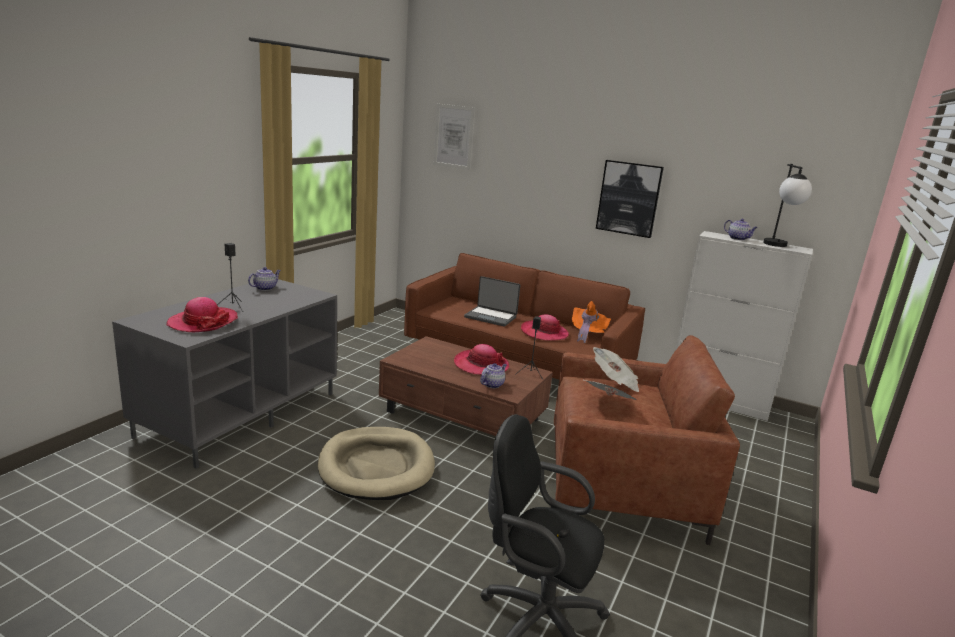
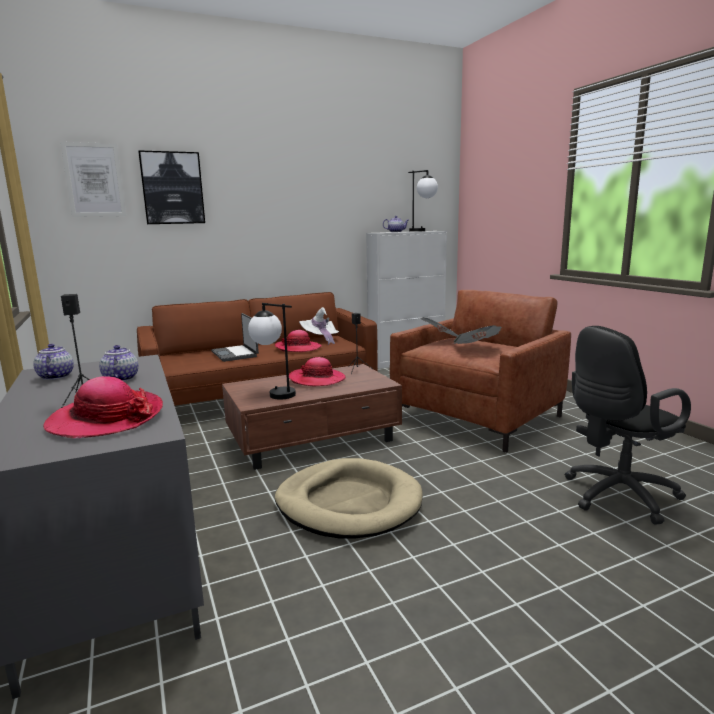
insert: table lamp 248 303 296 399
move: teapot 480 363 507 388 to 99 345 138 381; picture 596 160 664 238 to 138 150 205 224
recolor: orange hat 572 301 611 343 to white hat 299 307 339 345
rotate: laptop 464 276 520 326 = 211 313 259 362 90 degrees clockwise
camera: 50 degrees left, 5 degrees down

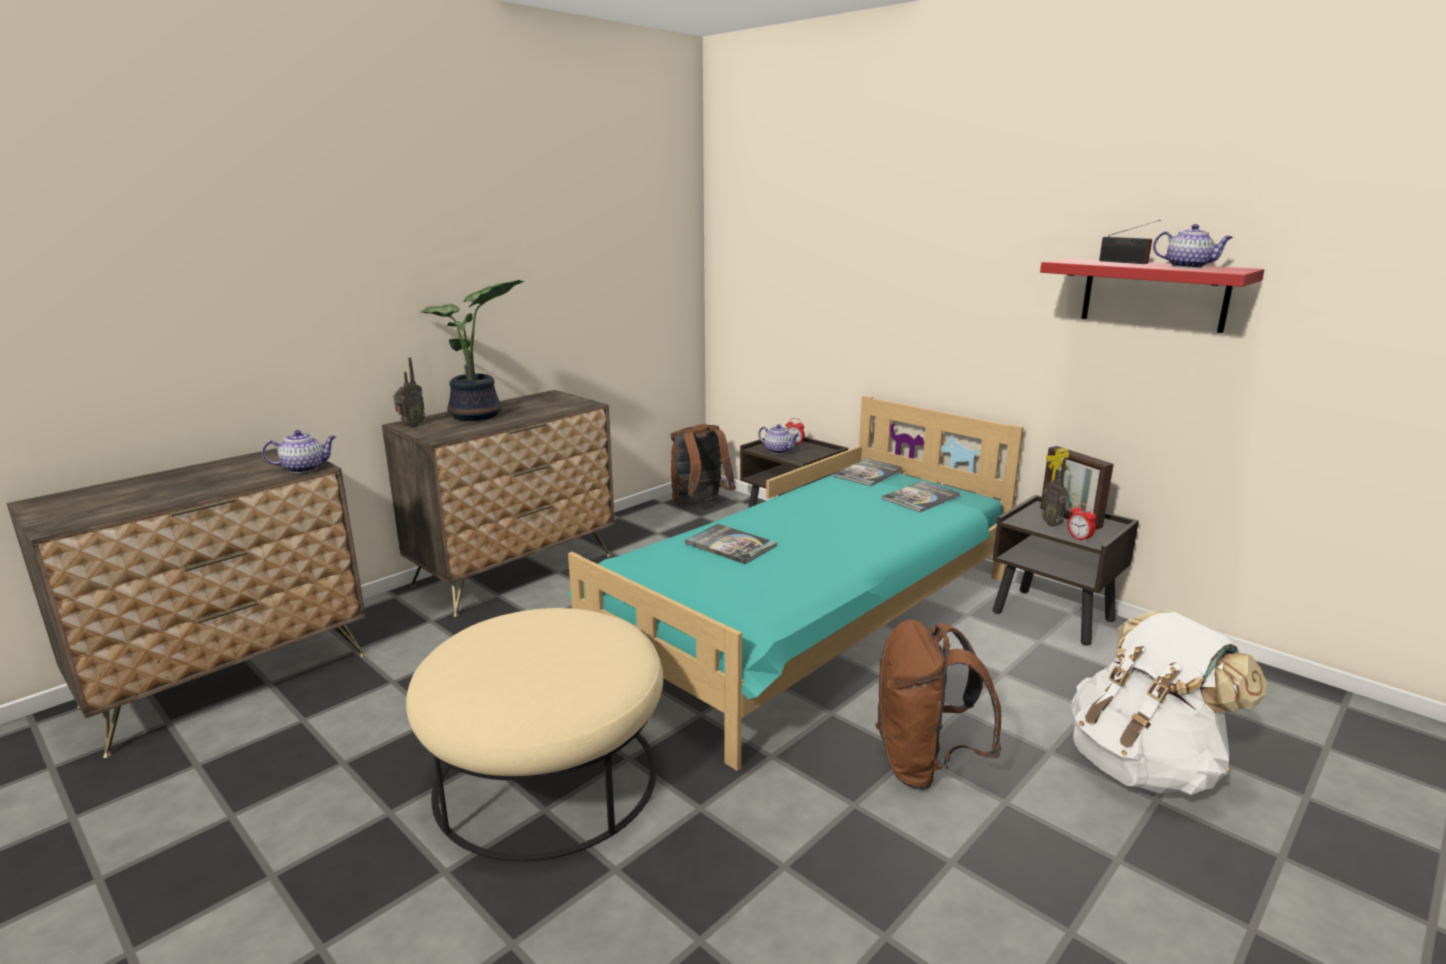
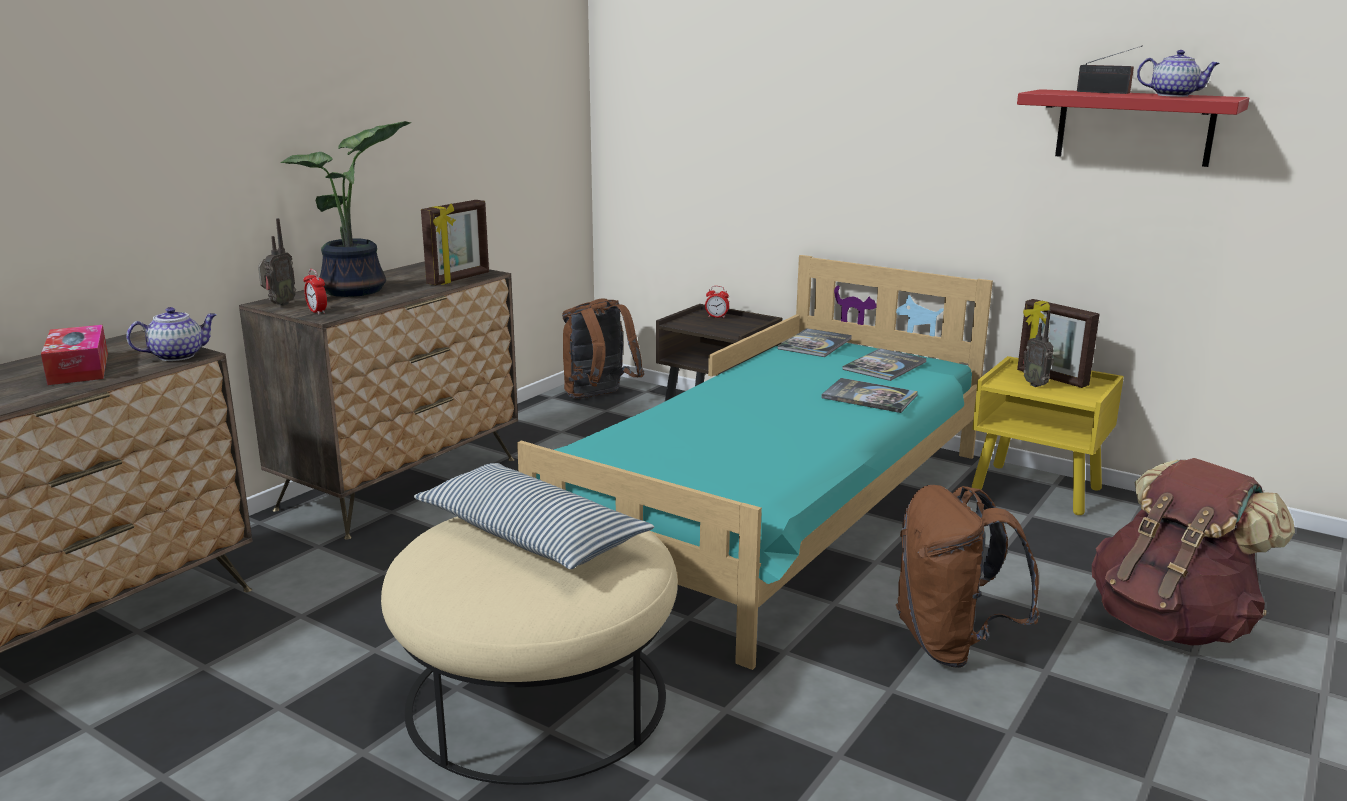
delete: teapot 758 424 799 454
insert: tissue box 41 325 108 385; pillow 414 463 654 570; picture frame 421 200 489 285
move: book 685 524 777 564 to 821 378 918 413; alarm clock 1067 503 1096 542 to 303 269 327 315
recolor: brown nightstand 993 495 1139 646 to yellow nightstand 972 356 1124 515; white backpack 1072 611 1267 795 to brown backpack 1092 458 1295 646
camera: 10 degrees left, 0 degrees up

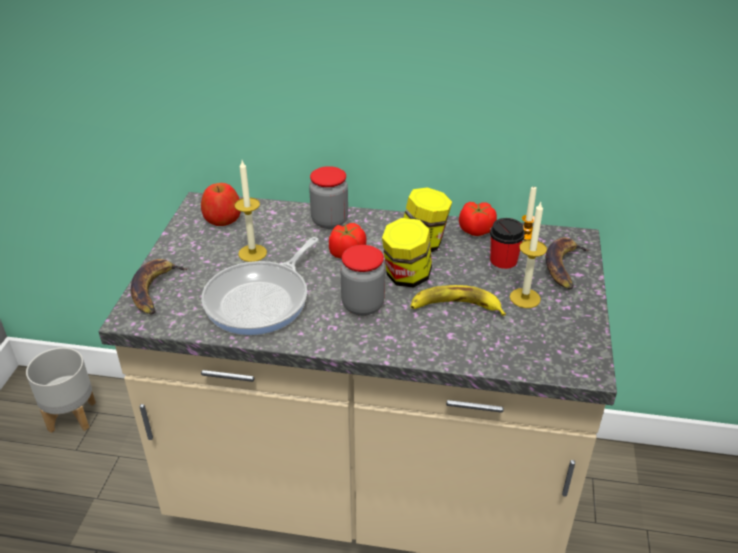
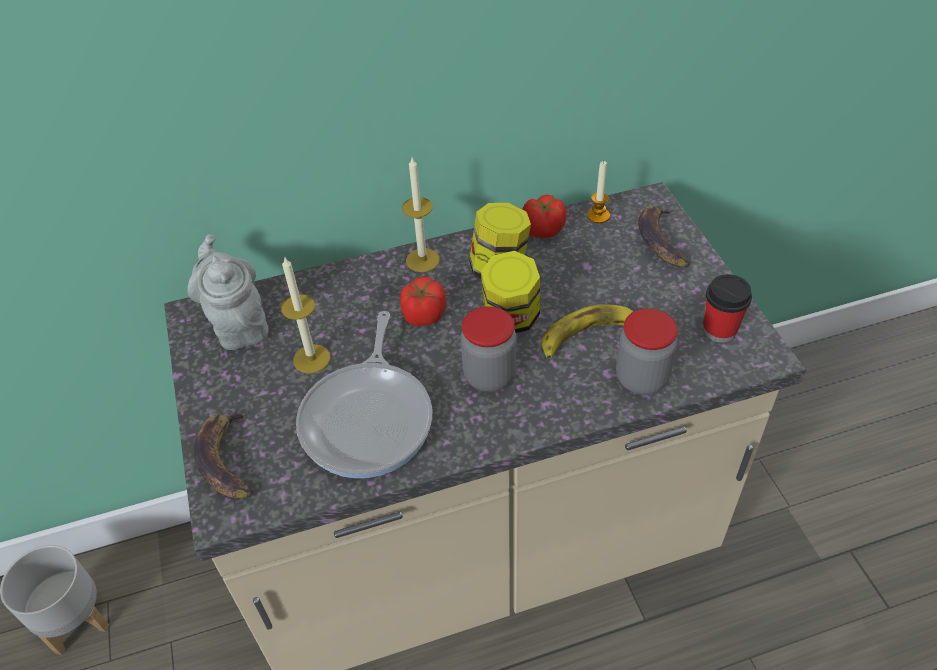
move: jar 309 166 348 229 to 616 308 678 395; cup 490 218 525 273 to 703 274 752 343; candle 510 201 547 308 to 402 158 440 272
replace: apple 201 183 241 226 to grey teapot 187 234 269 350
camera: 25 degrees left, 10 degrees up

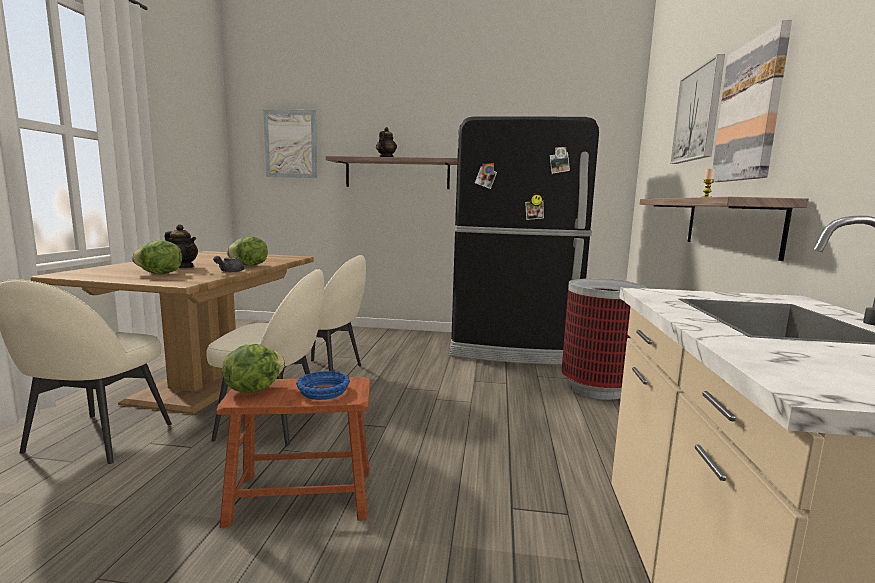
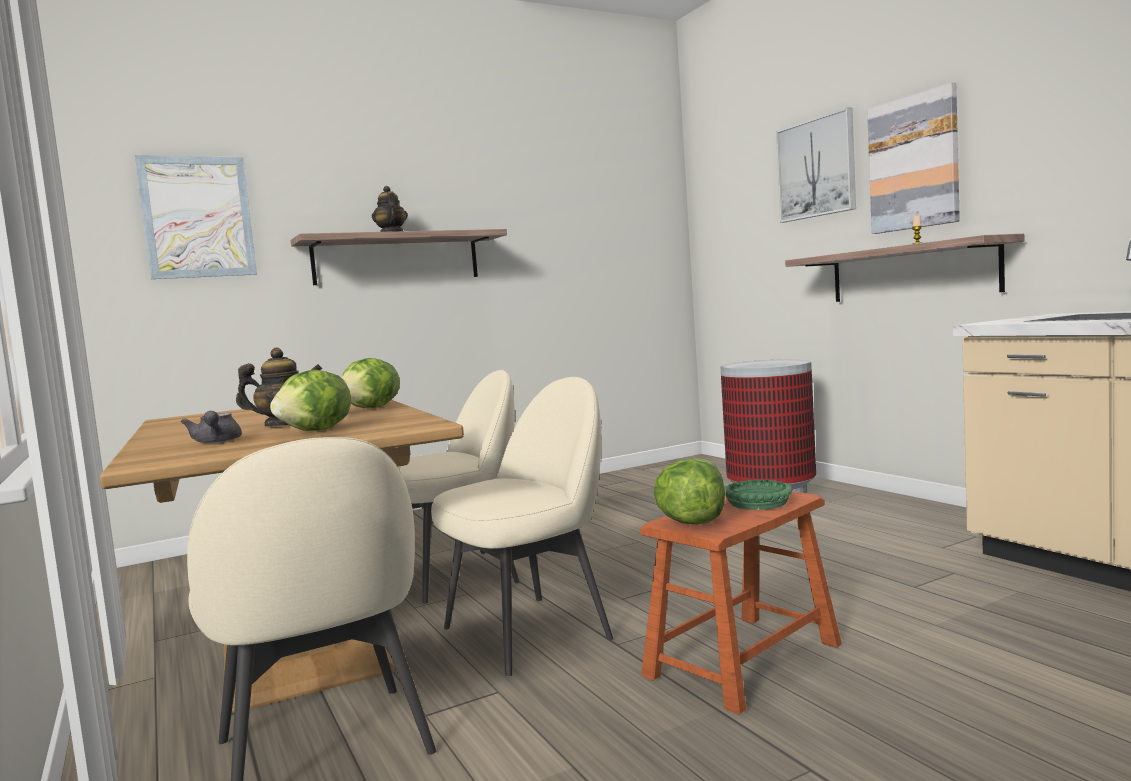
delete: black fridge 450 116 599 365
move: grey teapot 213 256 244 272 to 181 411 242 443
recolor: blue bowl 296 371 350 400 to green bowl 724 480 793 510
camera: 35 degrees left, 5 degrees down

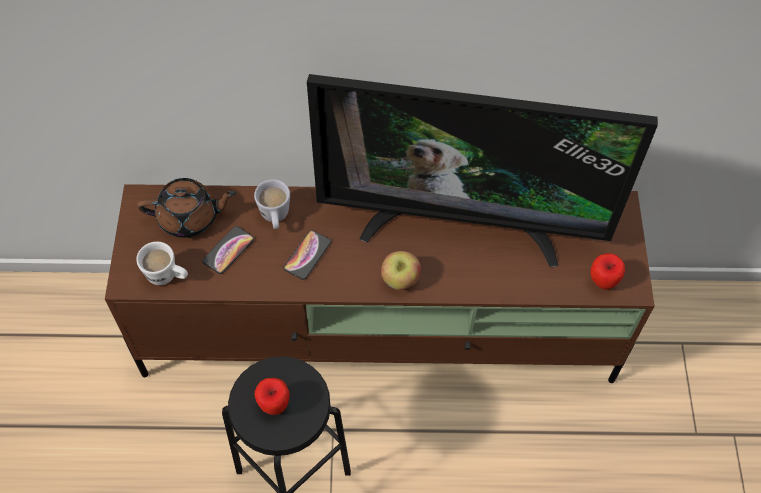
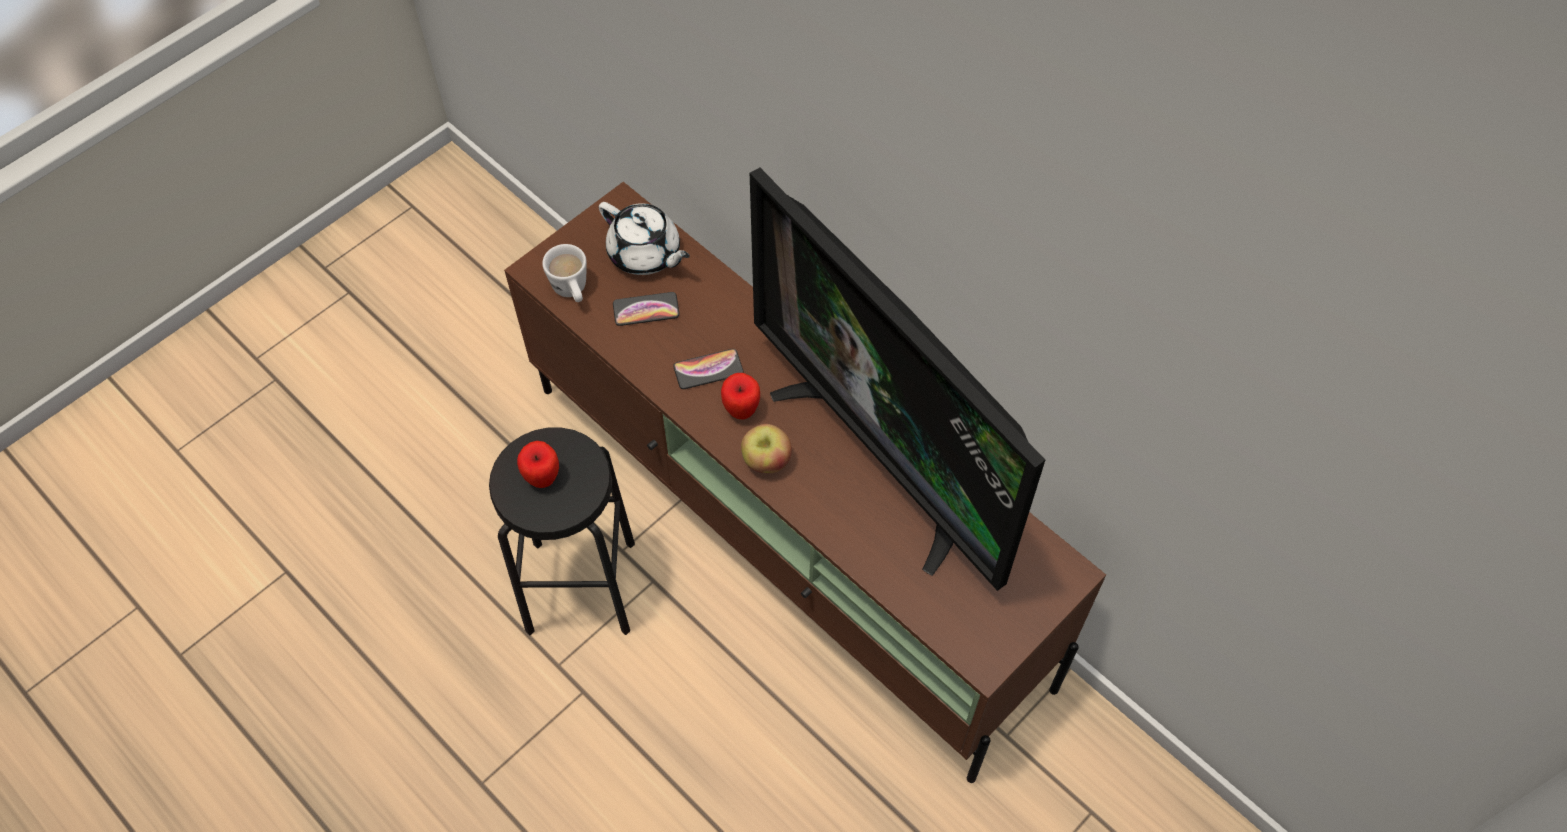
delete: white mug 254 179 290 229
move: apple 590 253 625 290 to 721 373 760 420
recolor: brown teapot 137 178 236 238 to white teapot 599 202 690 275
camera: 45 degrees right, 0 degrees up

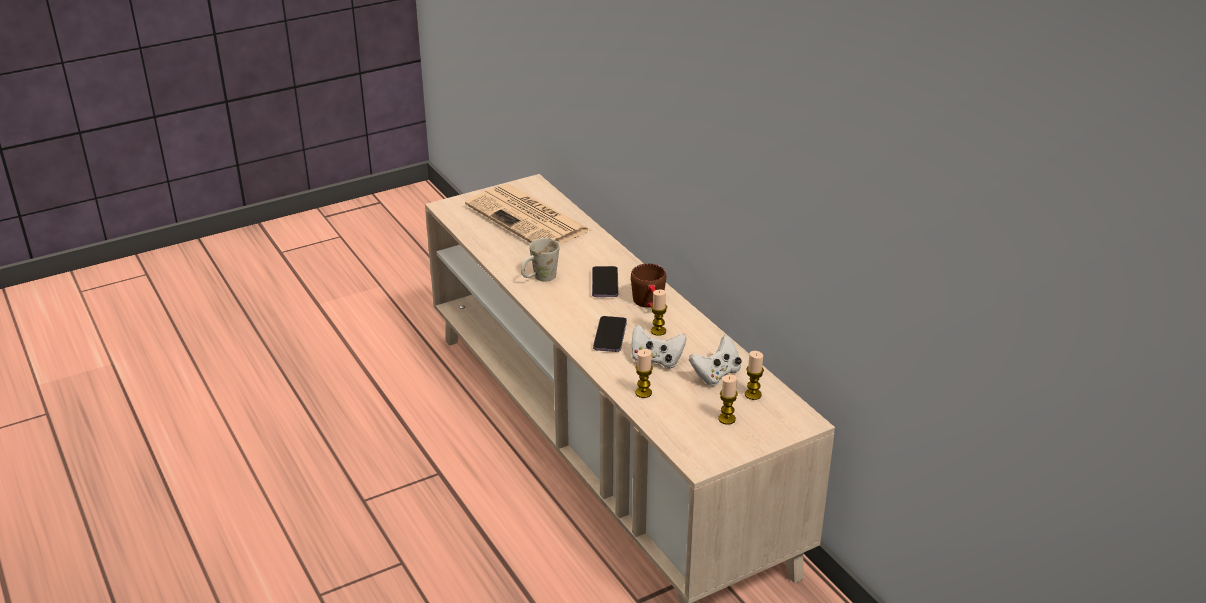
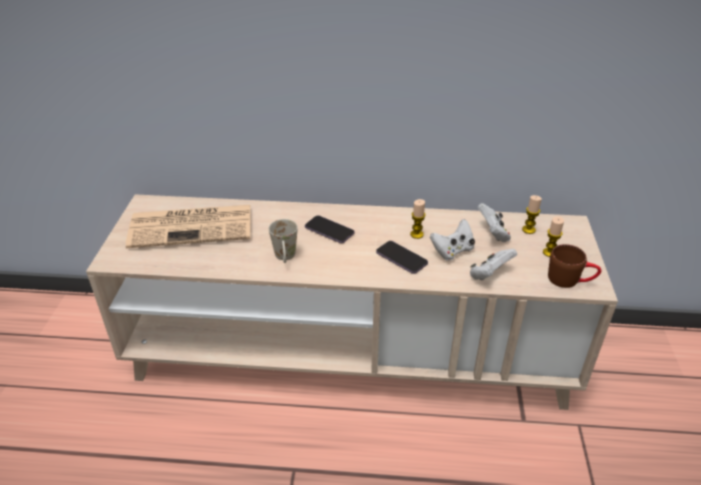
move: brown mug 631 264 666 308 to 548 244 602 288
replace: candle 635 349 653 398 to white game controller 470 249 517 281
camera: 55 degrees left, 5 degrees up

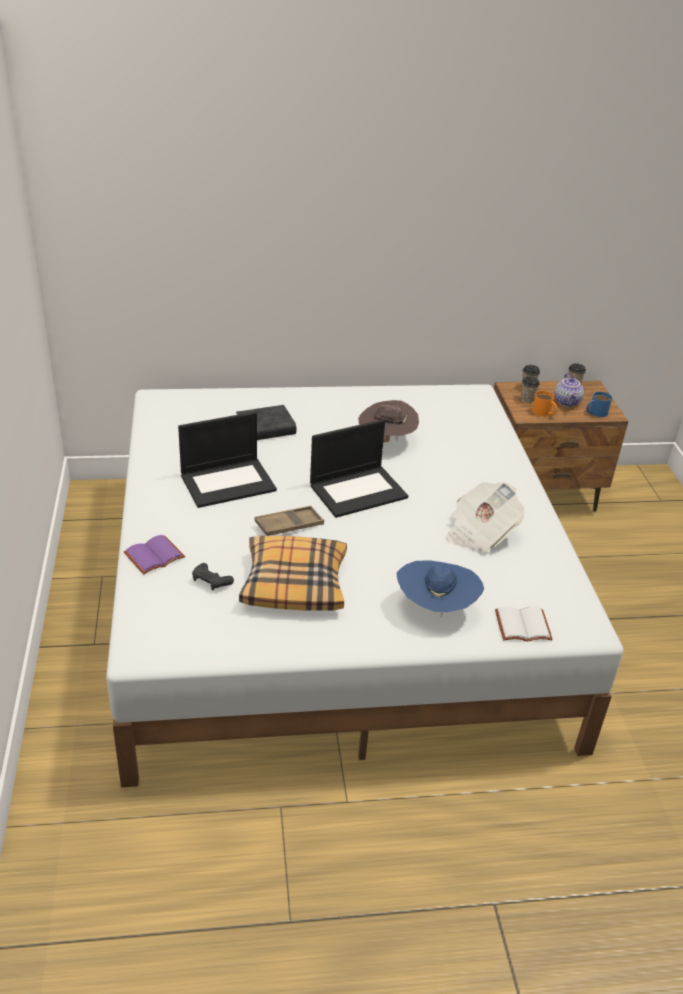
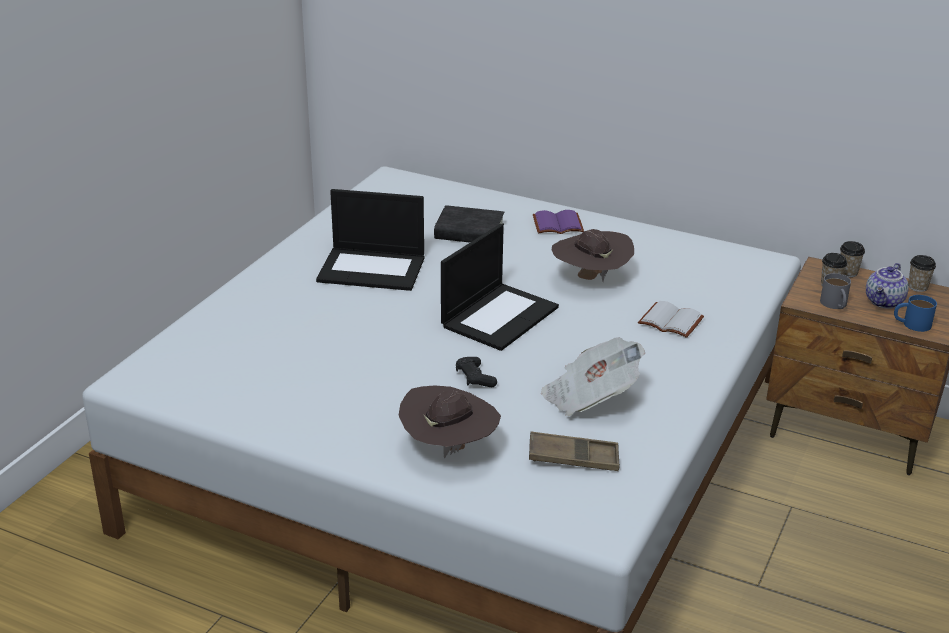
delete: pillow 239 536 347 611
move: purple book 124 535 185 575 to 533 210 584 234; black game controller 192 563 234 590 to 456 357 497 387; brown tray 255 506 324 536 to 529 431 620 471; white book 495 607 553 641 to 638 301 704 338
recolor: blue hat 396 560 484 616 to brown hat 399 385 501 458; orange mug 532 391 557 416 to grey mug 820 273 851 309
rotate: laptop 310 419 408 518 = 441 224 559 351 60 degrees counterclockwise
camera: 35 degrees right, 5 degrees down

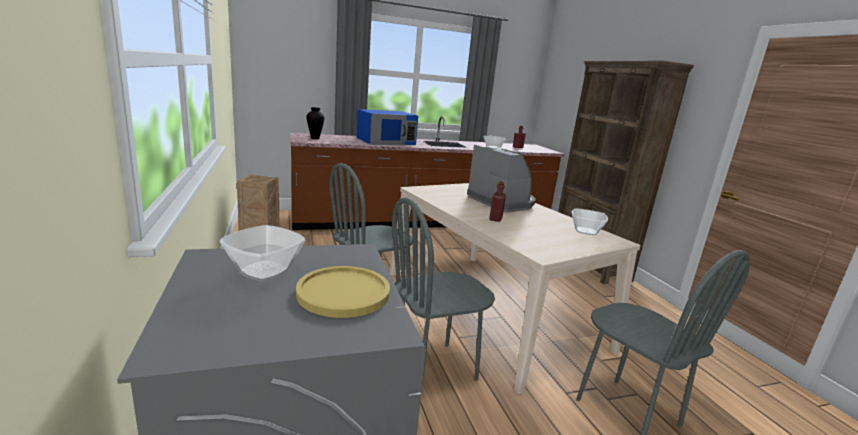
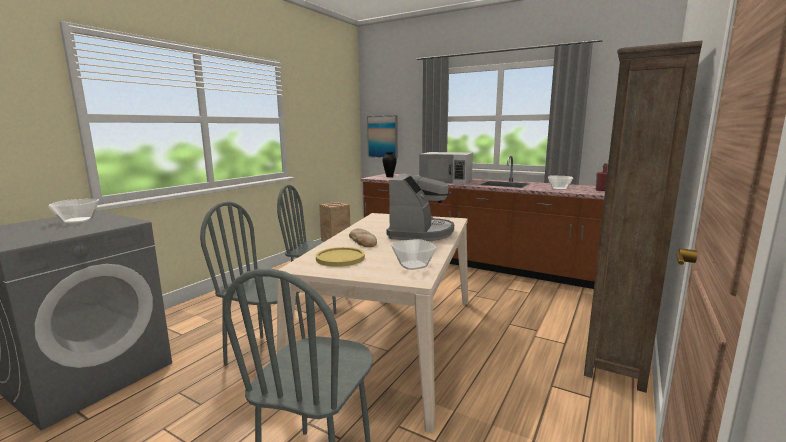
insert: picture 367 115 398 159
move: yellow plate 296 266 390 318 to 316 247 365 267
replace: red bottle 489 182 506 222 to bread 349 228 377 247
recolor: blue microwave 357 109 418 145 to white microwave 419 152 473 183
camera: 50 degrees right, 5 degrees down

